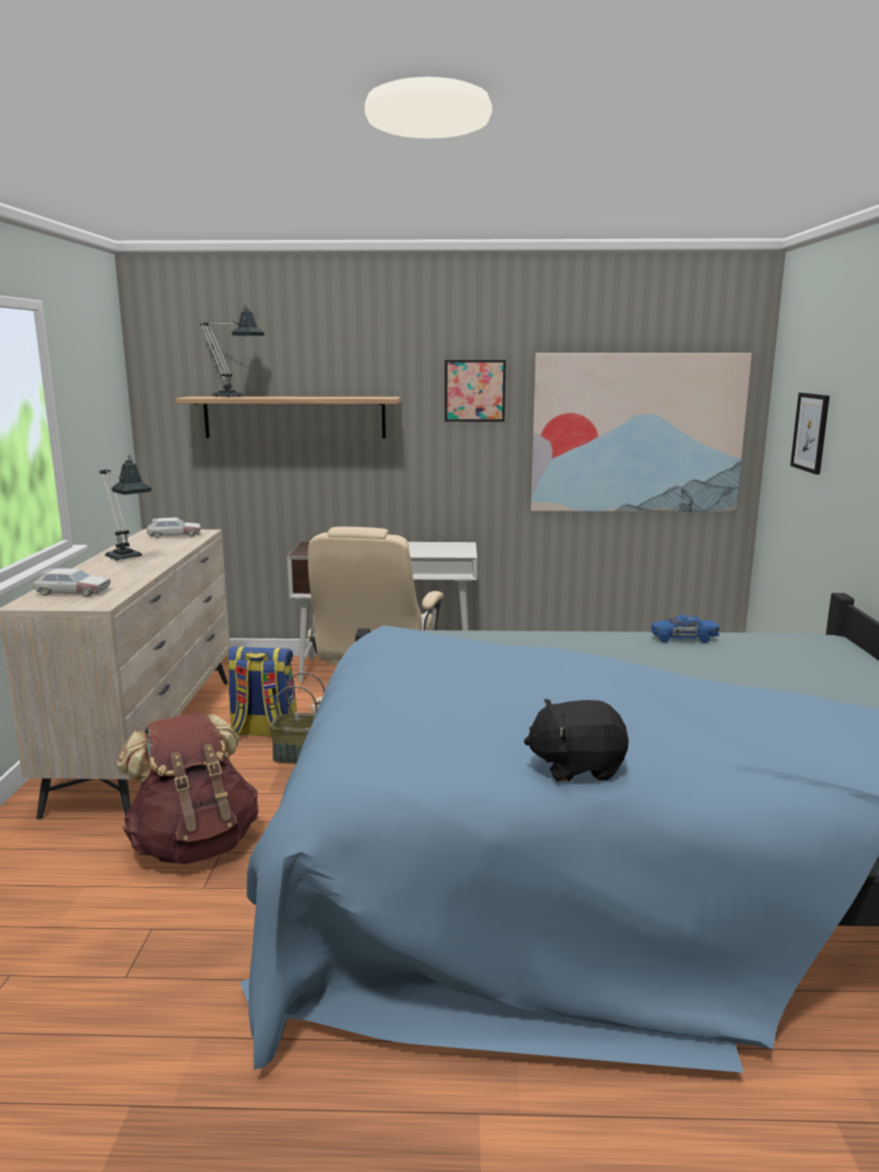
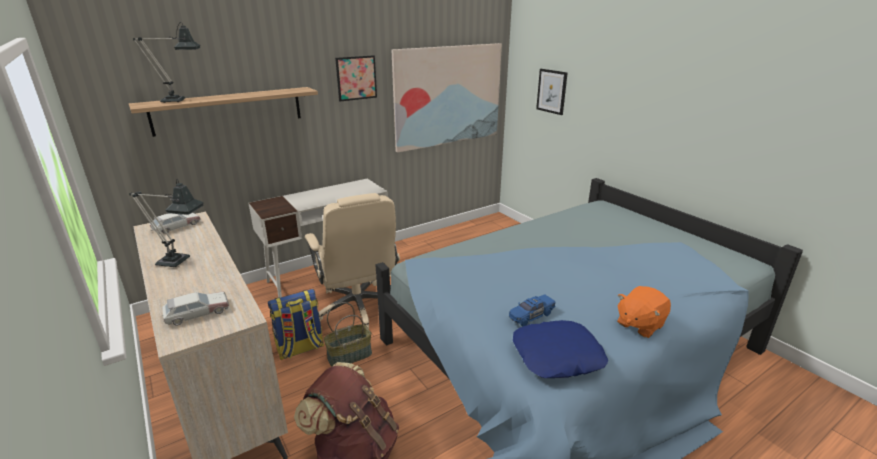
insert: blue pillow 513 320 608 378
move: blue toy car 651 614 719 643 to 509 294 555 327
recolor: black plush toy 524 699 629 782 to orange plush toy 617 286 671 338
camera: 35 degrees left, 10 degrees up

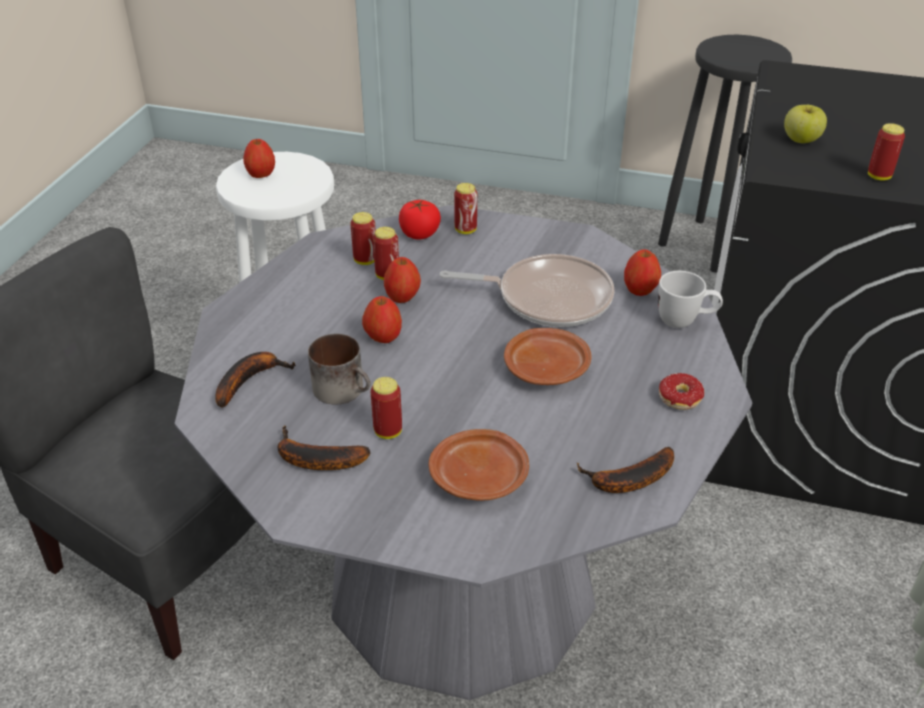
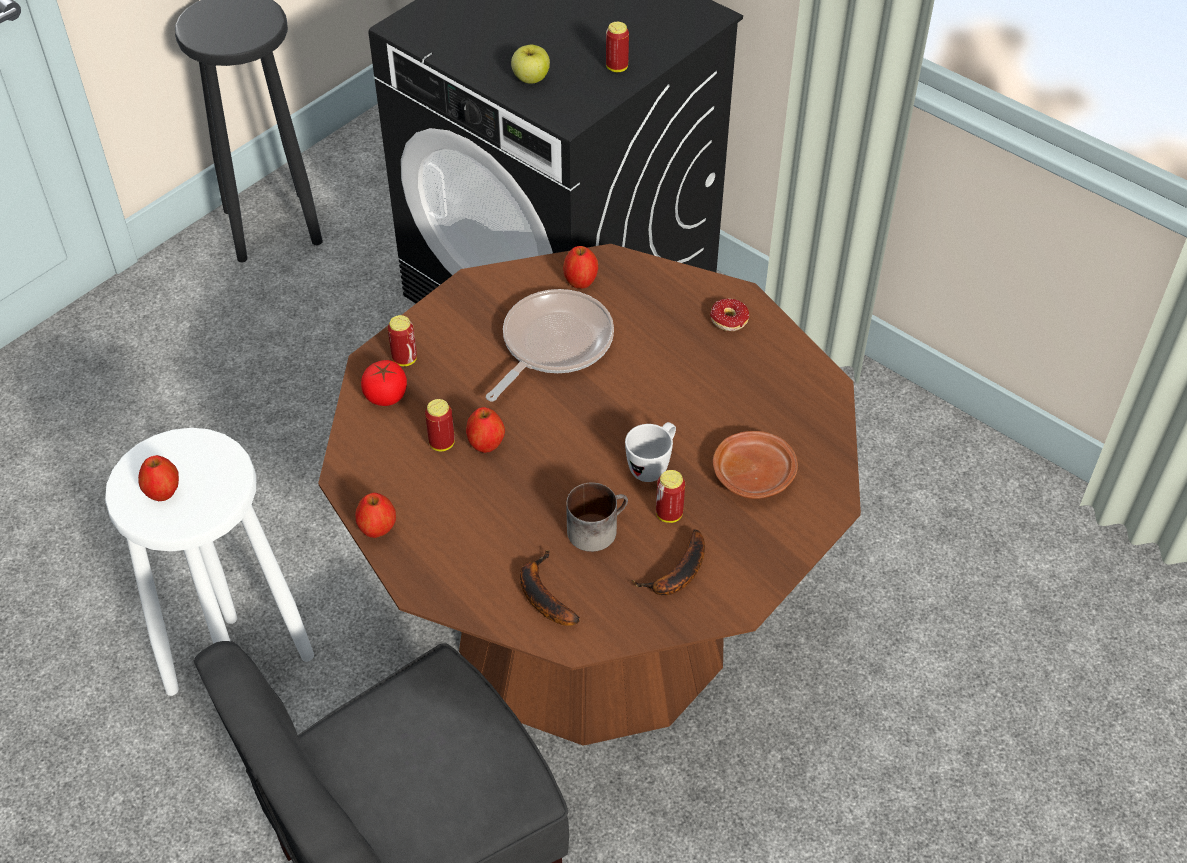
delete: can 350 212 376 265; brown plate 504 328 591 385; banana 577 447 674 493
move: apple 362 296 402 343 to 355 492 396 538; white mug 658 271 723 328 to 625 422 676 482
recolor: grey dining table 175 205 752 700 to brown dining table 318 244 861 746
camera: 65 degrees left, 10 degrees up

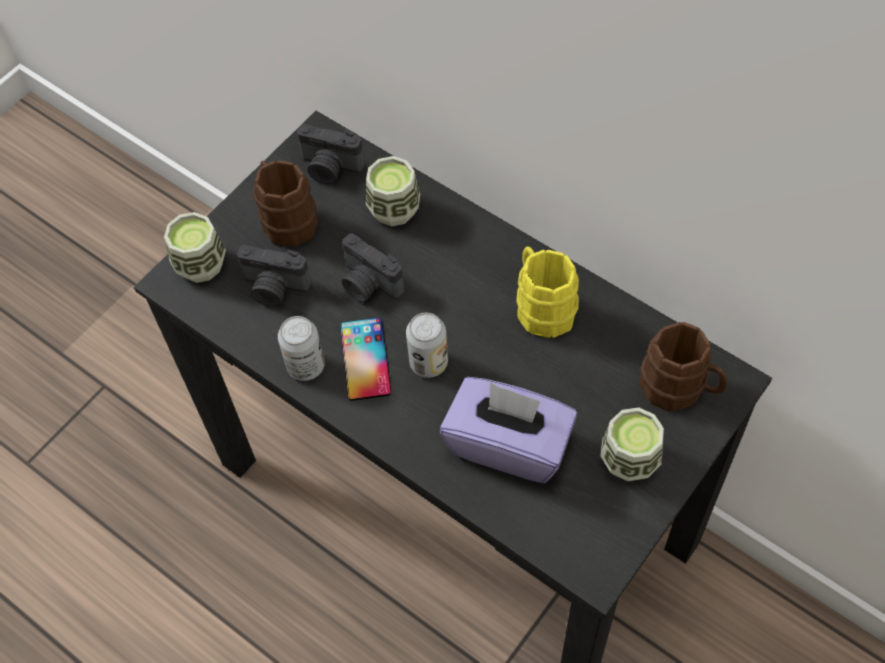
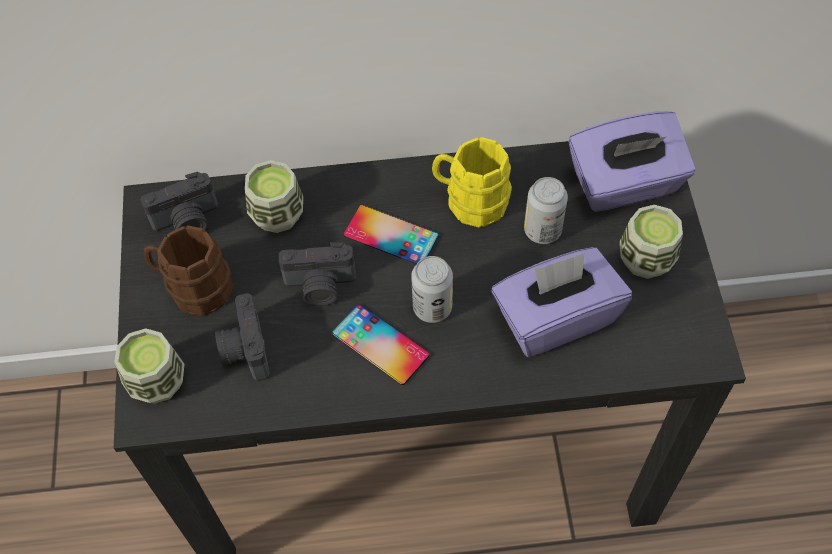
insert: phone 344 205 439 264
move: can 278 316 325 381 to 524 177 568 244
replace: brown mug 639 322 728 411 to purple tissue box 569 111 695 212
rotate: photo camera 237 245 311 307 = 215 293 270 381 105 degrees clockwise
camera: 45 degrees left, 0 degrees up

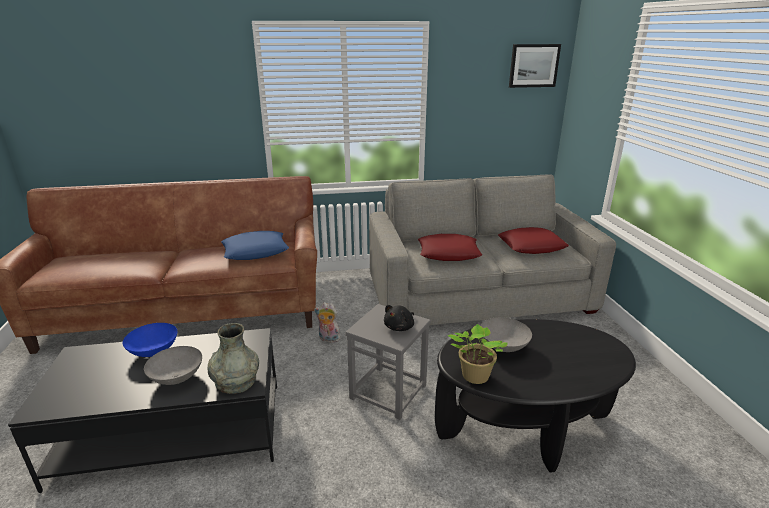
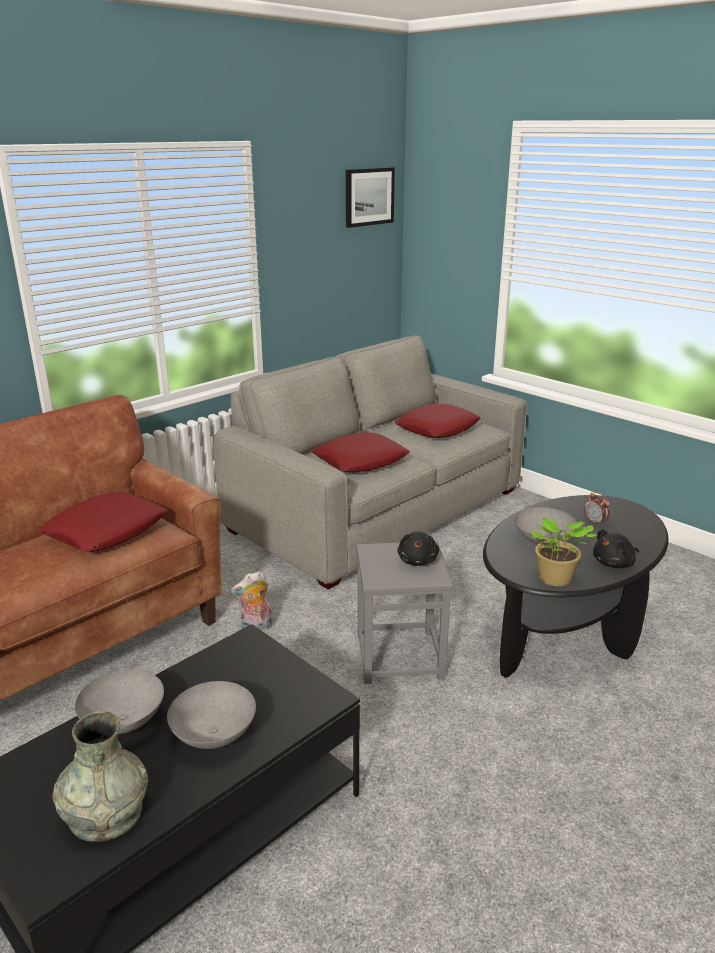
insert: alarm clock 584 492 610 526; black plush toy 593 529 639 568
move: grey vase 208 323 259 394 to 53 711 148 842
recolor: blue bowl 123 323 177 357 to grey bowl 75 669 164 734; blue pillow 221 231 289 260 to red pillow 39 492 167 552
camera: 35 degrees left, 0 degrees up

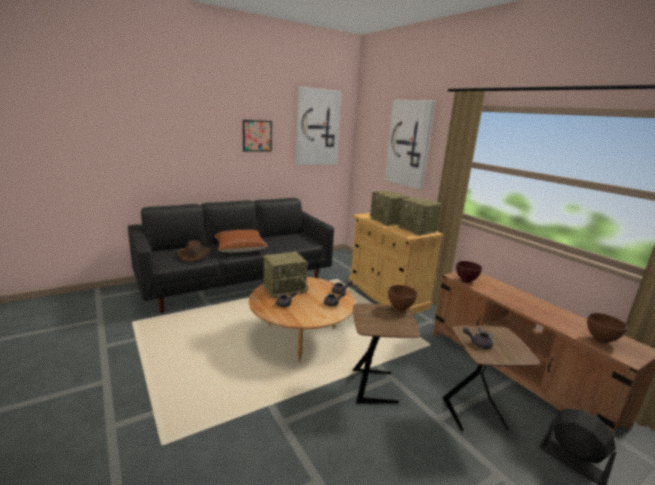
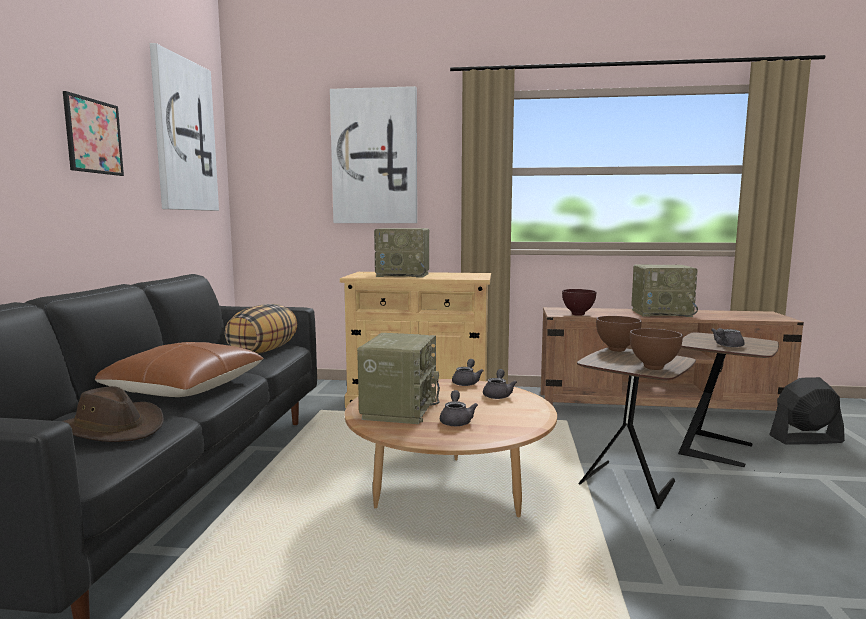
insert: pillow 225 304 297 354
move: radio 398 197 442 236 to 631 265 698 317; brown bowl 587 313 627 344 to 630 329 683 370
camera: 50 degrees left, 10 degrees down

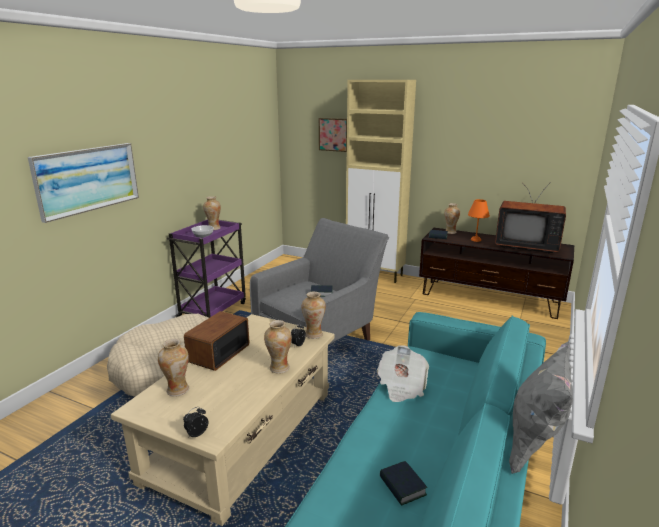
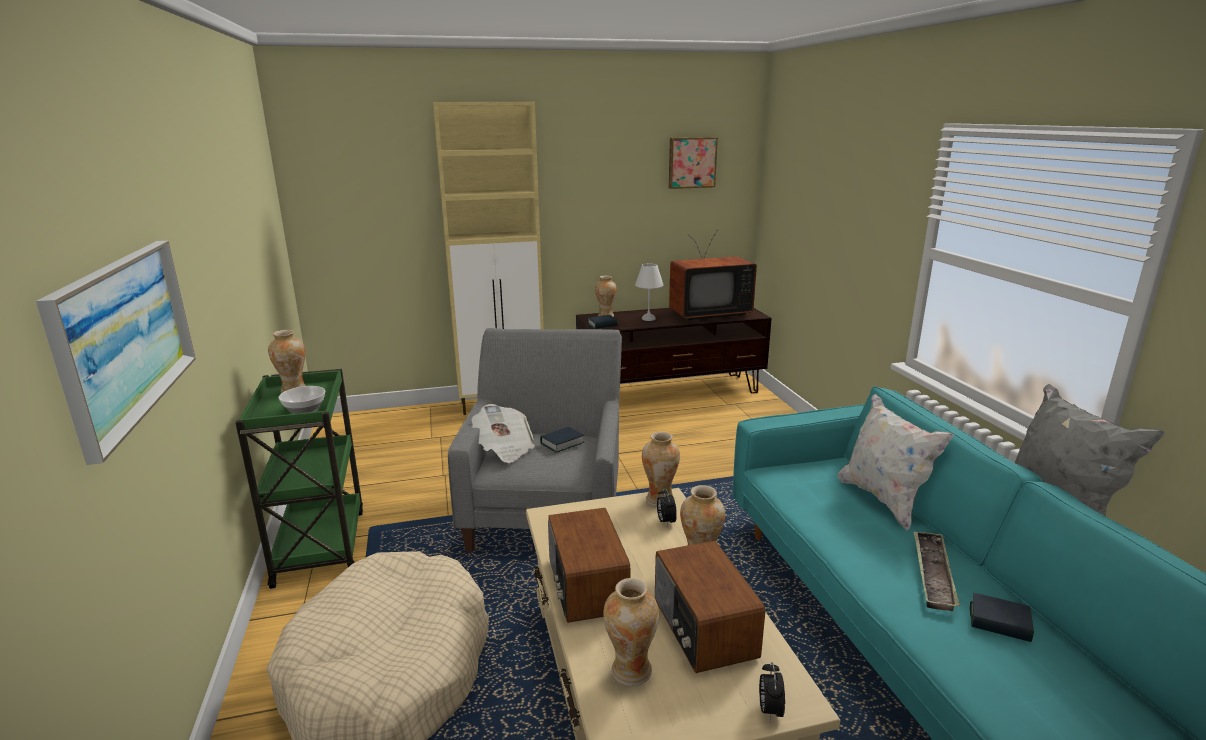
insert: radio 655 541 765 673; white pillow 838 394 954 530; tray 913 531 960 611
move: picture 319 118 347 152 to 669 137 718 189; newspaper 377 345 429 402 to 472 404 535 463
recolor: purple cart 167 219 246 318 to green cart 235 369 363 589; orange table lamp 468 199 490 242 to white table lamp 635 264 664 321
camera: 40 degrees left, 0 degrees up

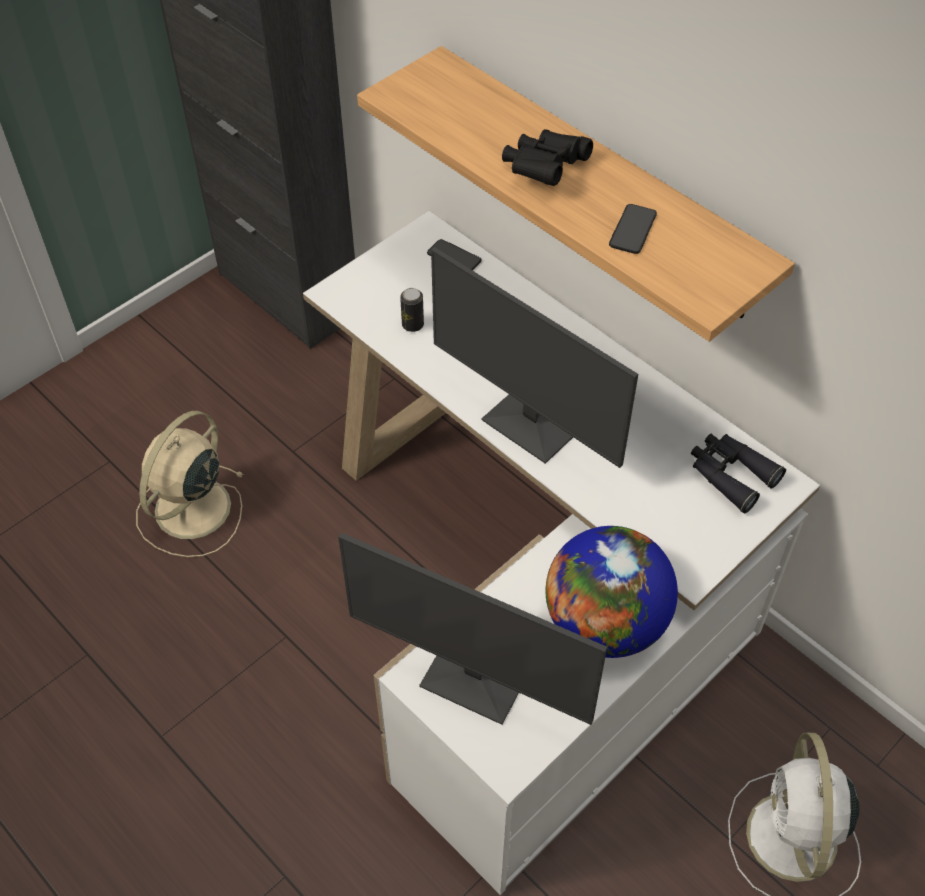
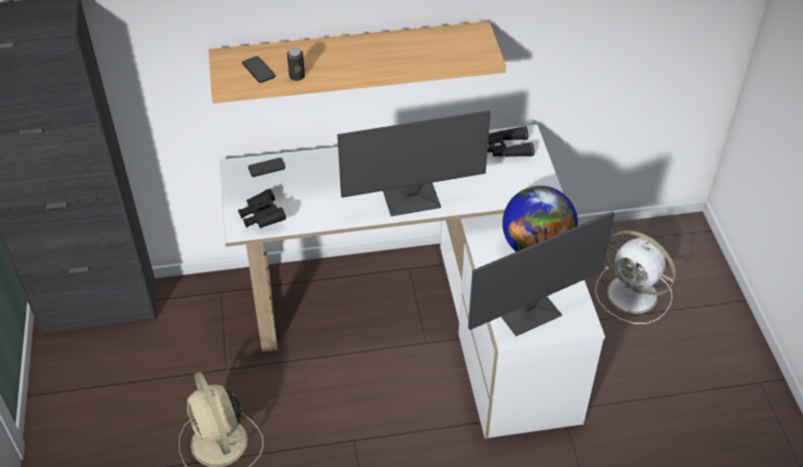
move: can 400 288 424 332 to 287 48 305 81; black binoculars 502 129 593 186 to 238 189 286 228; phone 609 204 657 254 to 242 56 275 83
camera: 55 degrees left, 5 degrees down

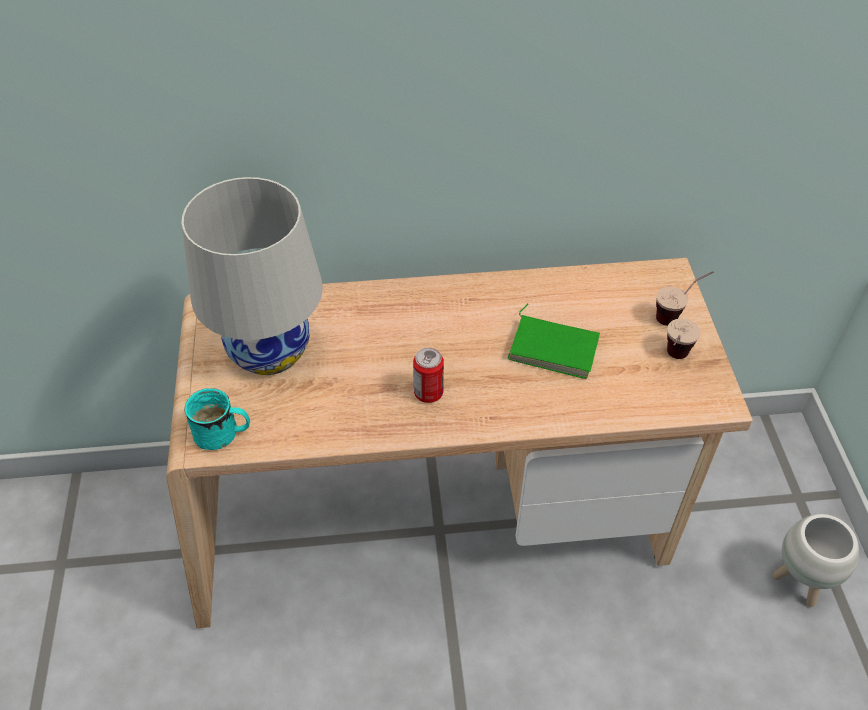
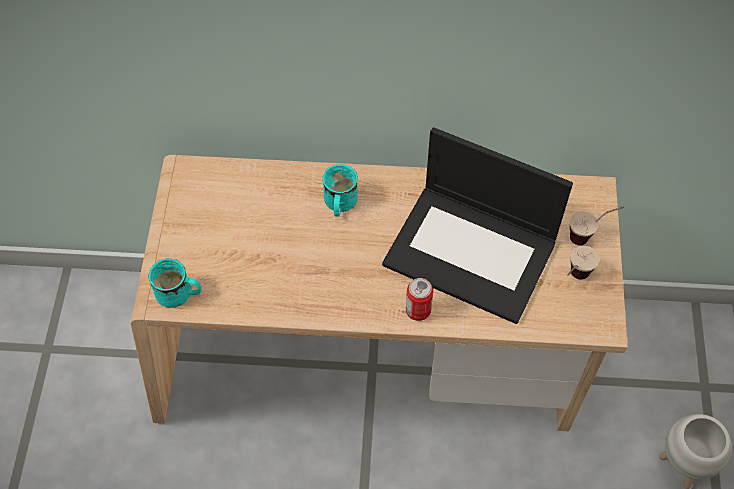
delete: white table lamp 182 177 323 375
insert: turquoise mug 323 164 358 217
move: can 413 348 444 403 to 406 278 433 321
replace: green book 507 303 600 379 to laptop 382 127 573 324
camera: 10 degrees right, 10 degrees up

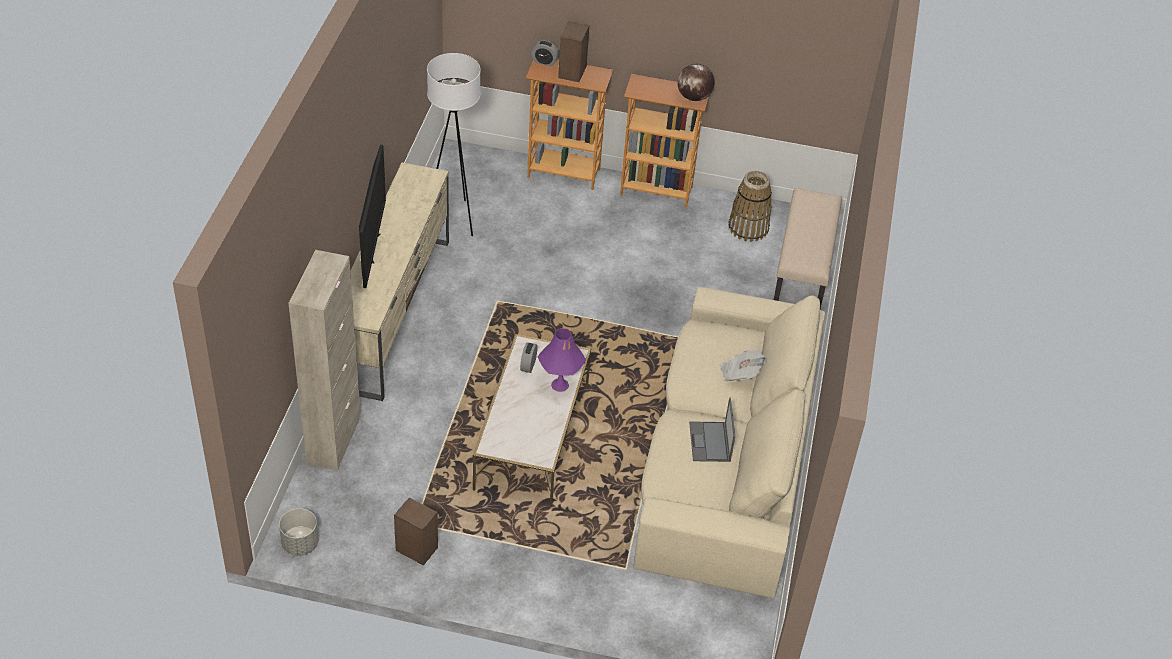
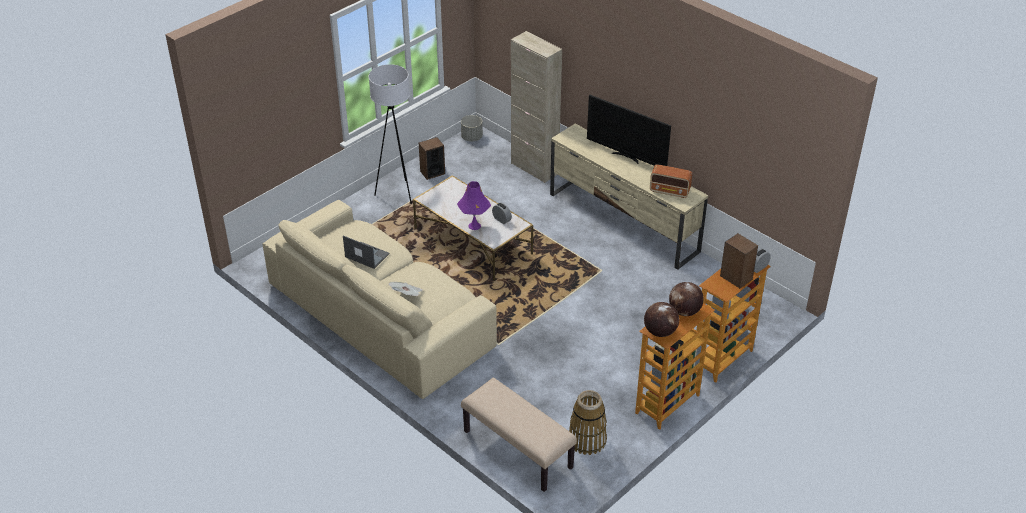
insert: radio 650 164 692 198; globe 669 282 704 316
move: white floor lamp 427 53 481 236 to 369 64 412 204
camera: 125 degrees right, 5 degrees down

